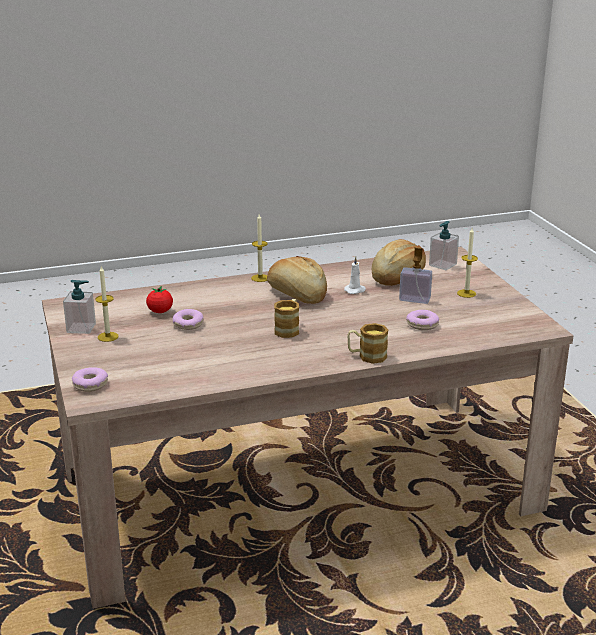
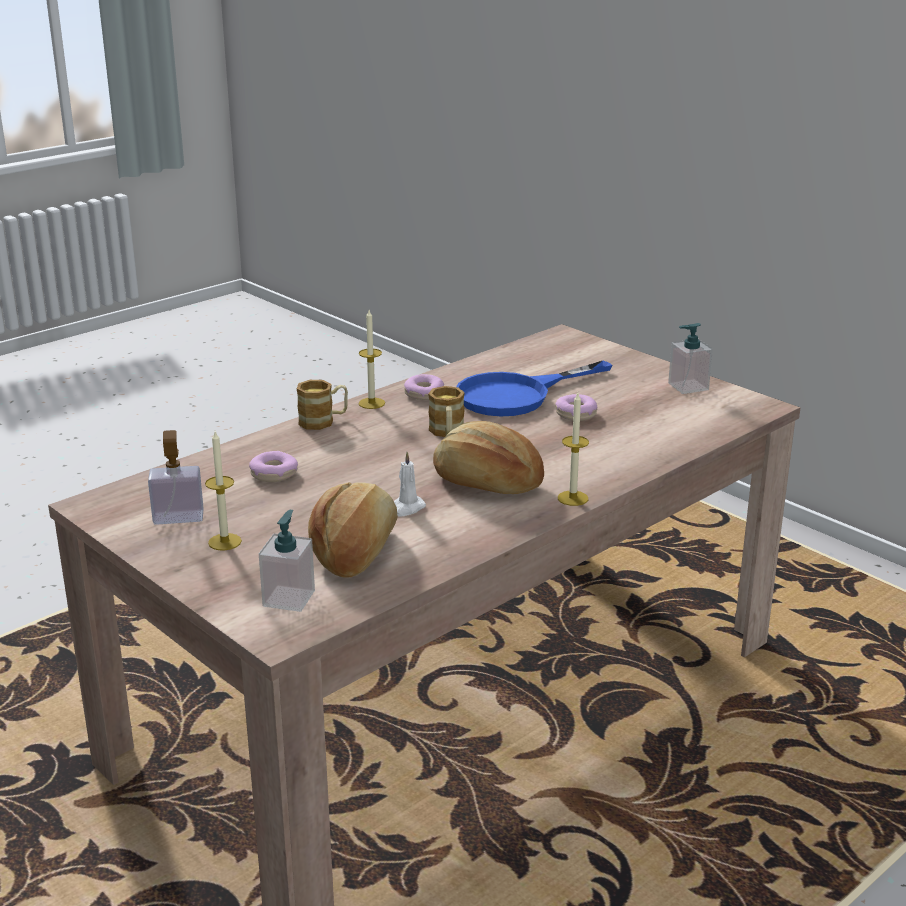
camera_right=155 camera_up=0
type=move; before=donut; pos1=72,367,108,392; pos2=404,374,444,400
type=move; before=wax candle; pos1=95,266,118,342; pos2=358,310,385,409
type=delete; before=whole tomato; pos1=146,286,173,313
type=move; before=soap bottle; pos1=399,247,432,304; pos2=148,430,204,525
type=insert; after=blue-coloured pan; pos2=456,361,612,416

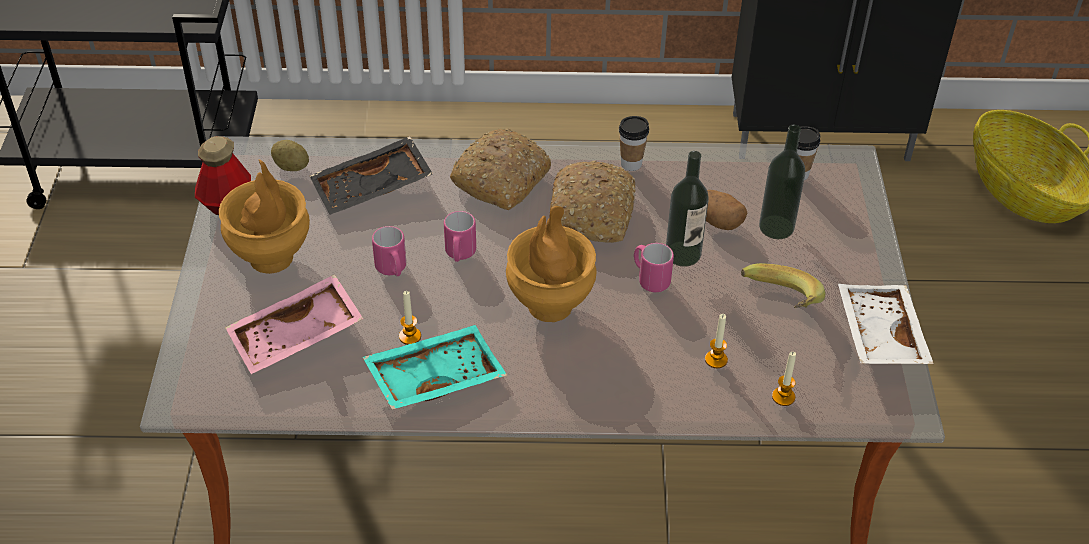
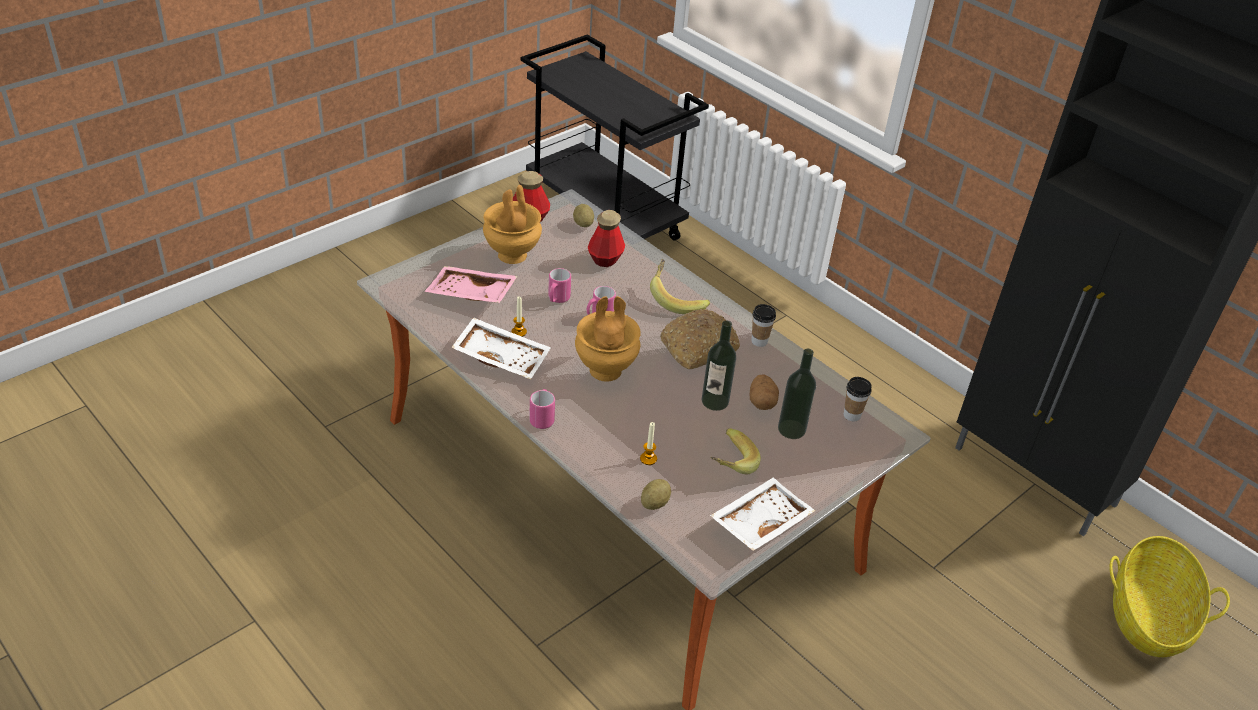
camera_right=45 camera_up=-5
type=replace; before=blackish tray; after=beverage bottle; pos1=310,136,433,215; pos2=588,210,625,267
type=recolor; before=turquoise-coloured tray; after=whitish tray; pos1=363,325,507,410; pos2=451,317,551,380
type=replace; before=bakery bread; after=banana fruit; pos1=450,128,551,210; pos2=650,259,710,314
type=move; before=pinkish mug; pos1=634,243,674,292; pos2=529,389,555,429
type=replace; before=wax candle; after=potato; pos1=772,352,796,406; pos2=641,479,671,510

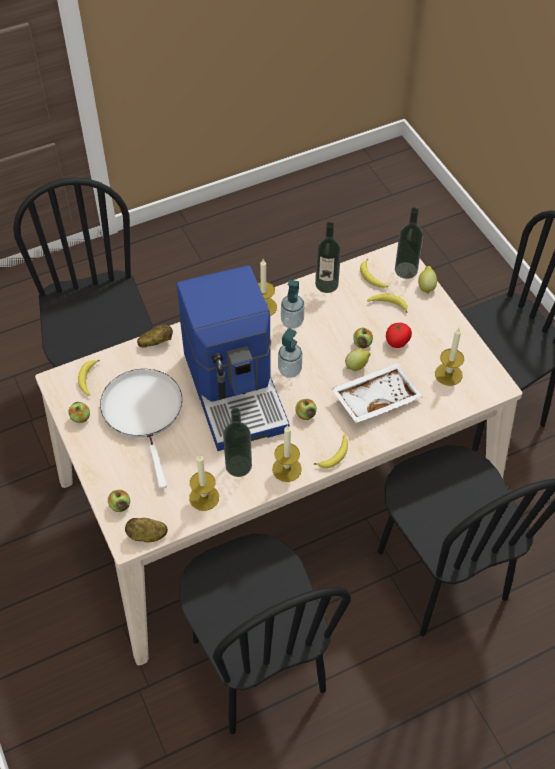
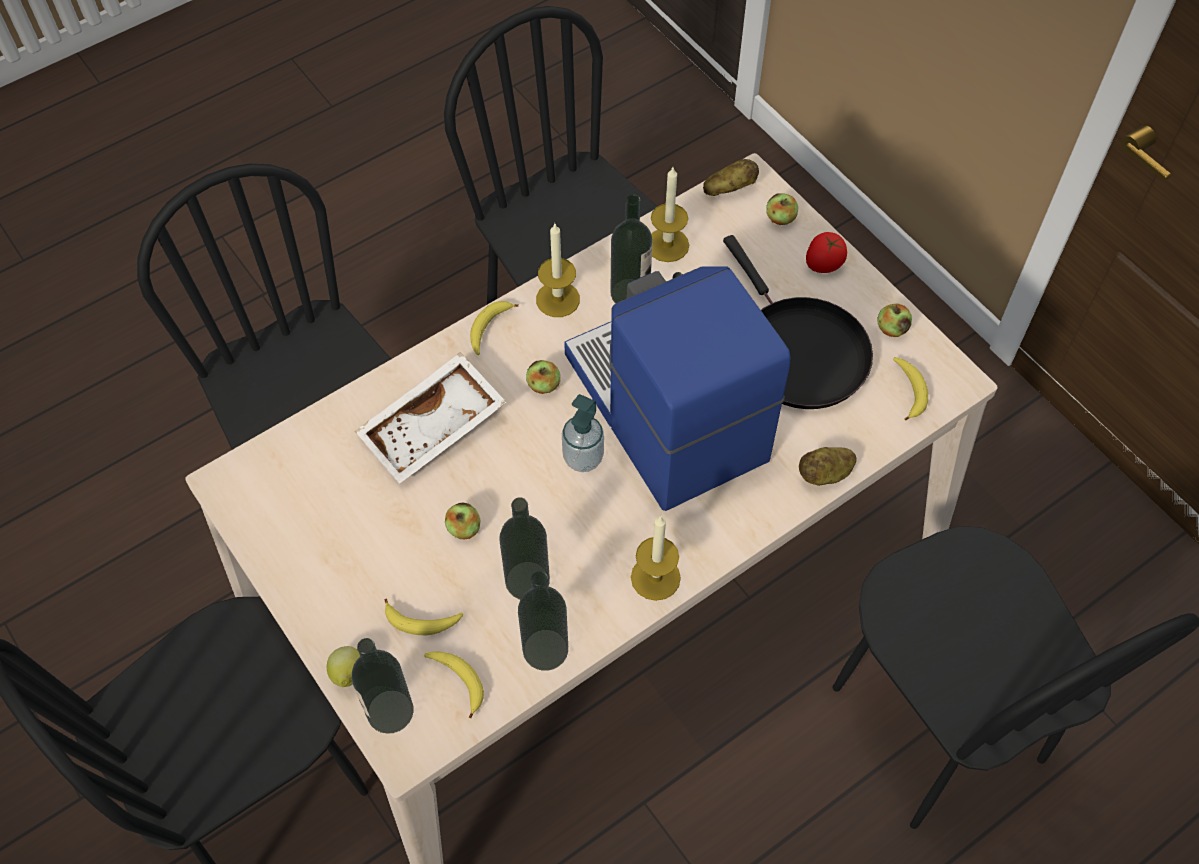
camera_right=170 camera_up=5
type=recolor; before=whitish pan; after=blackish pan; pos1=100,369,183,489; pos2=723,235,873,409
type=delete; before=soap bottle; pos1=281,280,304,329
type=delete; before=citrus fruit; pos1=345,349,371,371
type=move; before=whole tomato; pos1=386,323,412,348; pos2=806,232,847,273
type=delete; before=wax candle; pos1=435,328,464,386
type=insert; after=beverage bottle; pos2=499,497,550,600

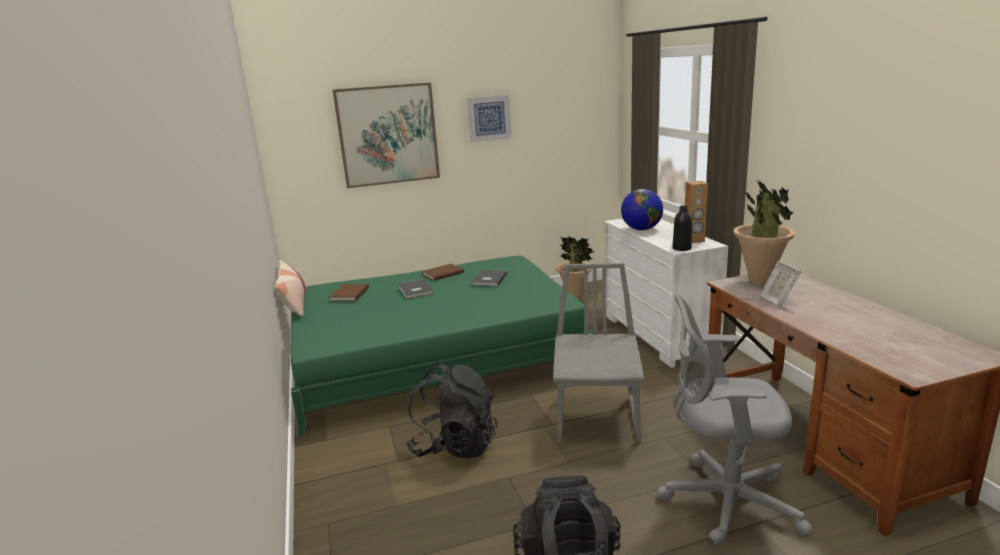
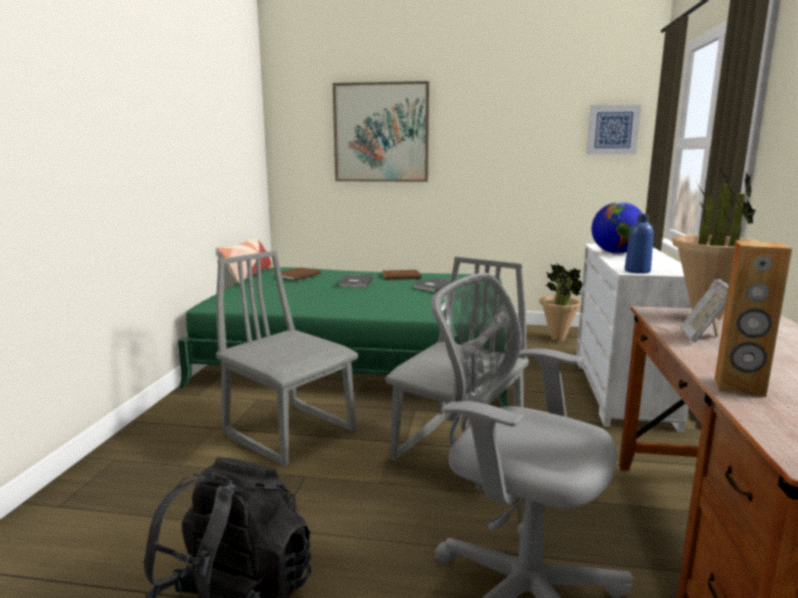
camera_right=25 camera_up=-5
type=replace; before=blackish rucksack; after=grey upright chair; pos1=406,363,498,458; pos2=216,250,358,467
type=move; before=picture; pos1=467,95,511,142; pos2=587,105,641,154
type=recolor; before=blackish beverage bottle; after=blue-coloured beverage bottle; pos1=673,206,692,251; pos2=625,214,654,274
type=move; before=brownish speaker; pos1=685,181,708,243; pos2=715,240,792,397

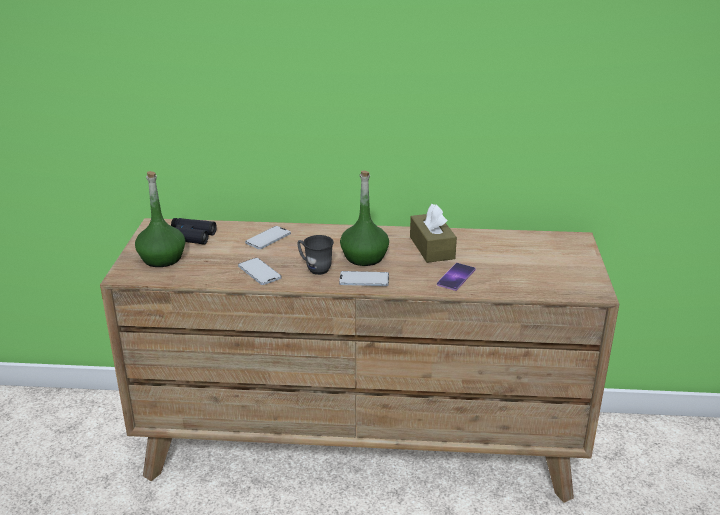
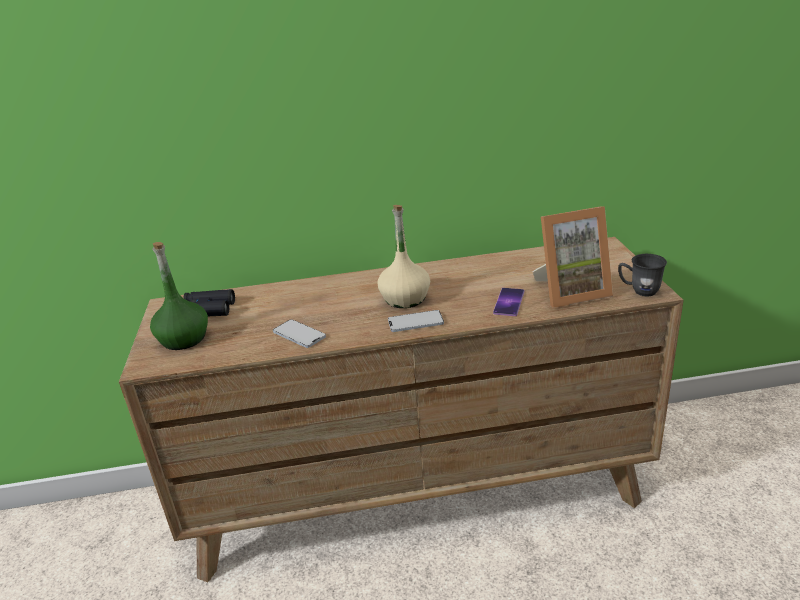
camera_right=-10 camera_up=0
type=delete; before=handset; pos1=245,226,291,249
type=move; before=grey mug; pos1=297,235,334,275; pos2=618,254,667,296
type=recolor; before=greenish beverage bottle; after=beige beverage bottle; pos1=340,171,389,266; pos2=378,205,430,308
type=delete; before=brownish box of tissues; pos1=410,204,457,263
type=insert; after=picture frame; pos2=532,206,613,308

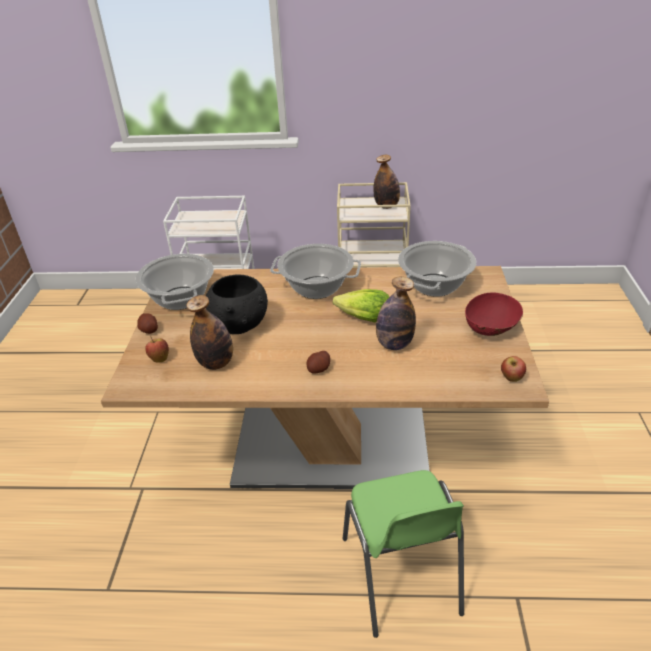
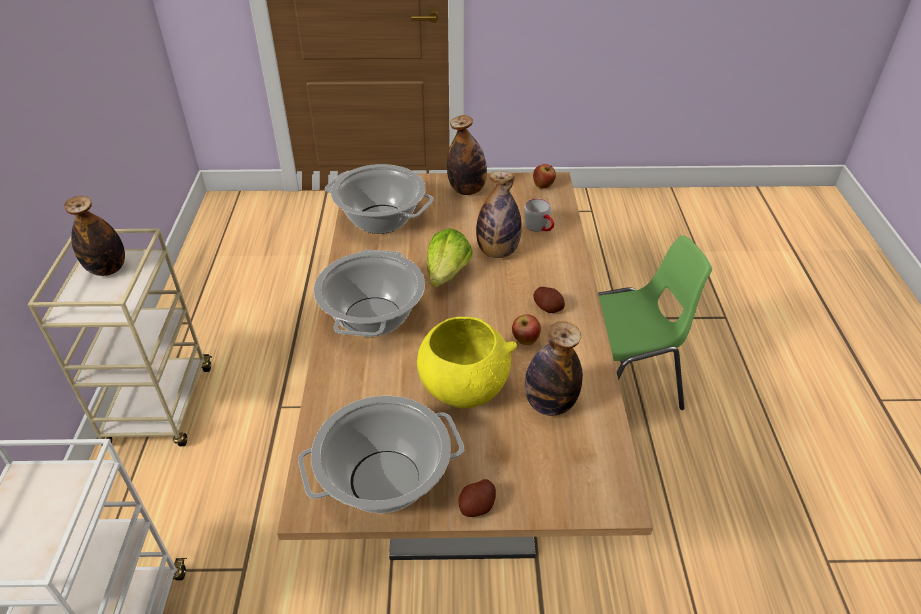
camera_right=-95 camera_up=5
type=move; before=whole apple; pos1=145,337,169,363; pos2=512,315,541,345
type=recolor; before=blackish bowl; after=yellow-coloured bowl; pos1=206,275,268,334; pos2=417,317,517,408
type=replace; before=red-coloured bowl; after=beverage bottle; pos1=465,292,523,336; pos2=447,115,487,195
type=insert; after=grey mug; pos2=524,198,554,232

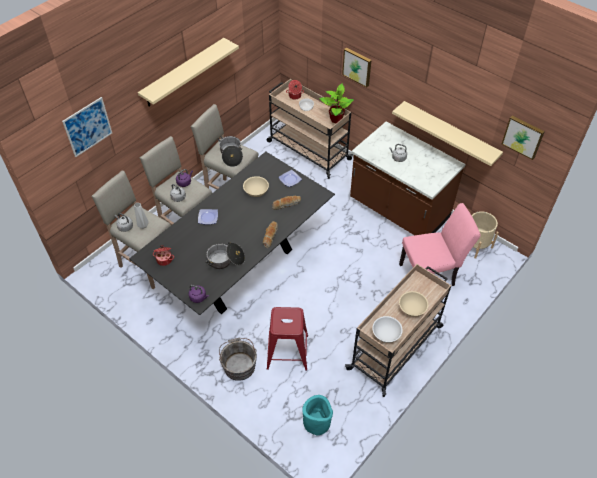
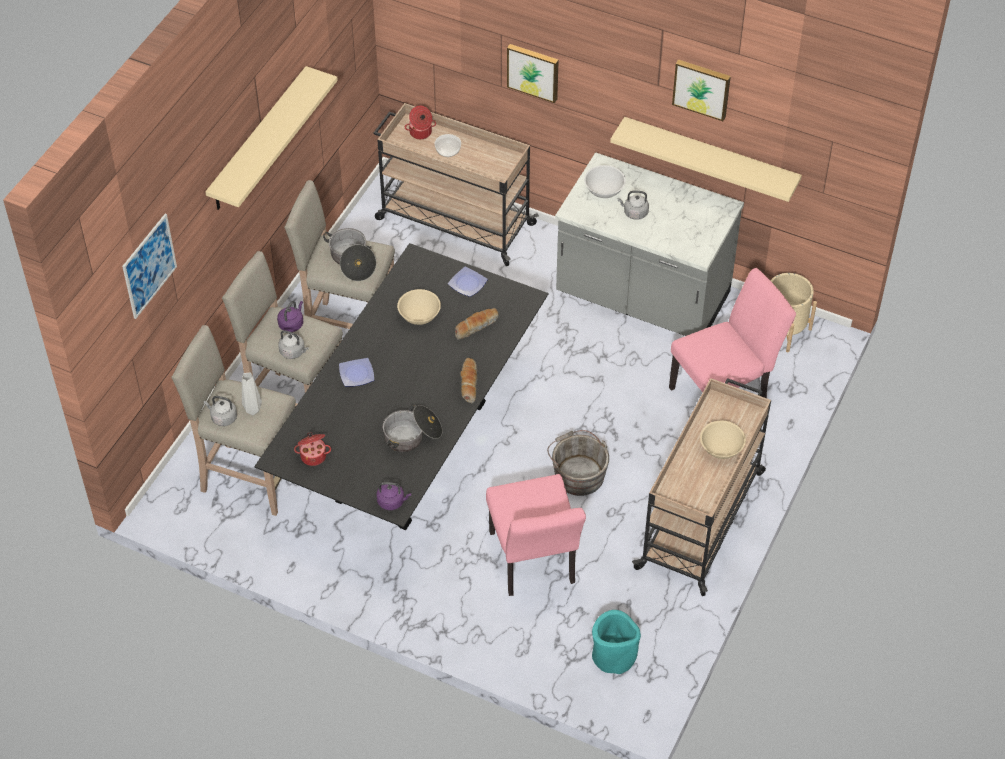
camera_right=-15 camera_up=0
type=move; before=grey bucket; pos1=219,338,257,381; pos2=547,430,609,496
type=replace; before=red-coloured stool seat; after=pinkish upright chair; pos1=267,307,308,371; pos2=486,474,586,596
type=delete; before=plant in a pot; pos1=320,83,354,123
type=recolor; before=brownish kitchen counter; after=grey kitchen counter; pos1=350,122,466,235; pos2=555,152,744,336
type=move; before=whitish bowl; pos1=372,316,403,343; pos2=584,165,626,198
type=move; before=picture; pos1=502,116,545,160; pos2=672,59,731,121

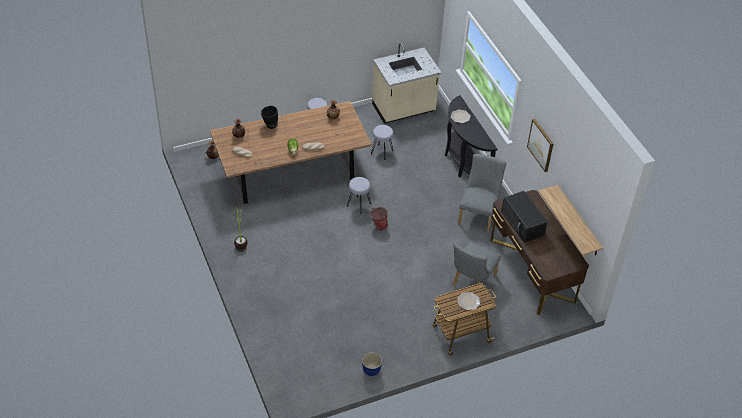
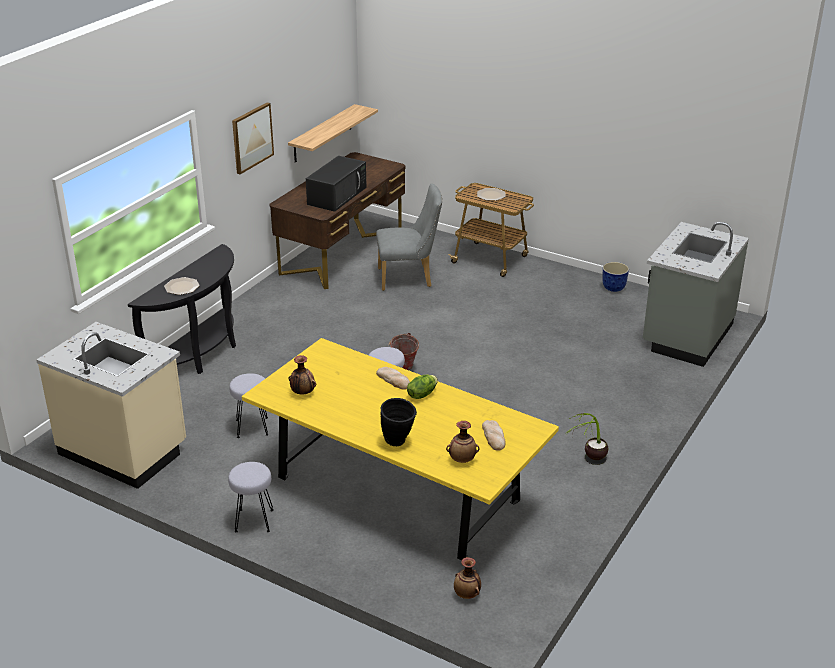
camera_right=-125 camera_up=-15
type=recolor; before=brownish kitchen table; after=yellow-coloured kitchen table; pos1=210,101,372,204; pos2=242,338,559,560
type=delete; before=grey upright chair; pos1=458,154,507,233
type=insert; after=grey kitchen counter; pos2=643,222,749,367

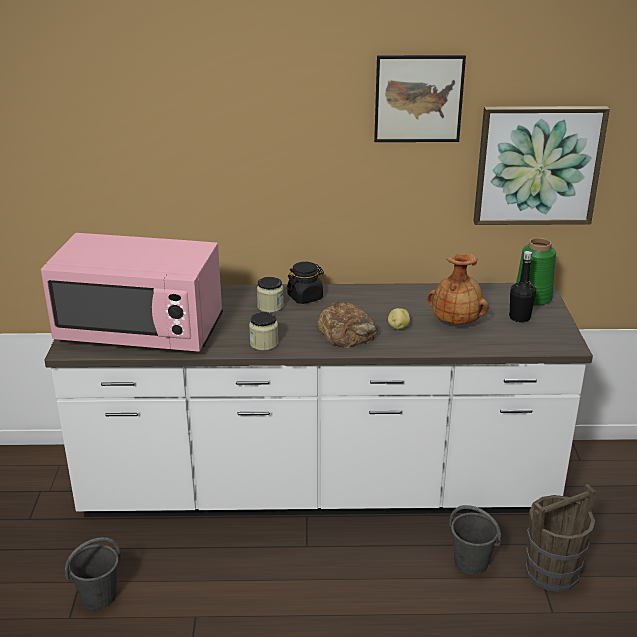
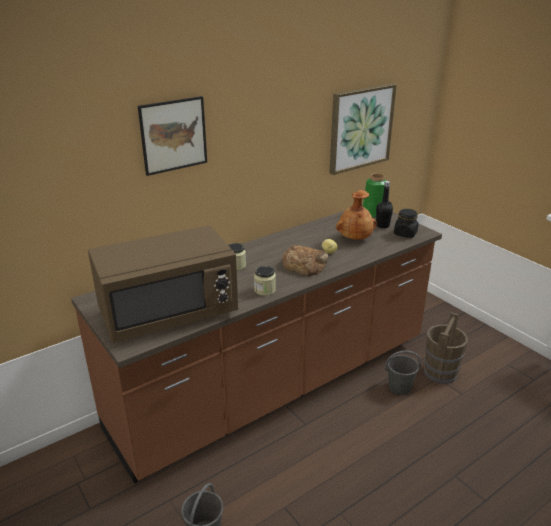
camera_right=-35 camera_up=0
type=recolor; before=pinkish kitchen microwave; after=brownish kitchen microwave; pos1=41,233,223,352; pos2=88,225,238,343
type=recolor; before=whitish kitchen counter; after=brownish kitchen counter; pos1=44,283,593,517; pos2=71,205,442,484
type=move; before=blackish storage jar; pos1=287,262,324,304; pos2=394,209,418,238
type=move; before=picture; pos1=374,55,466,142; pos2=138,96,207,176

